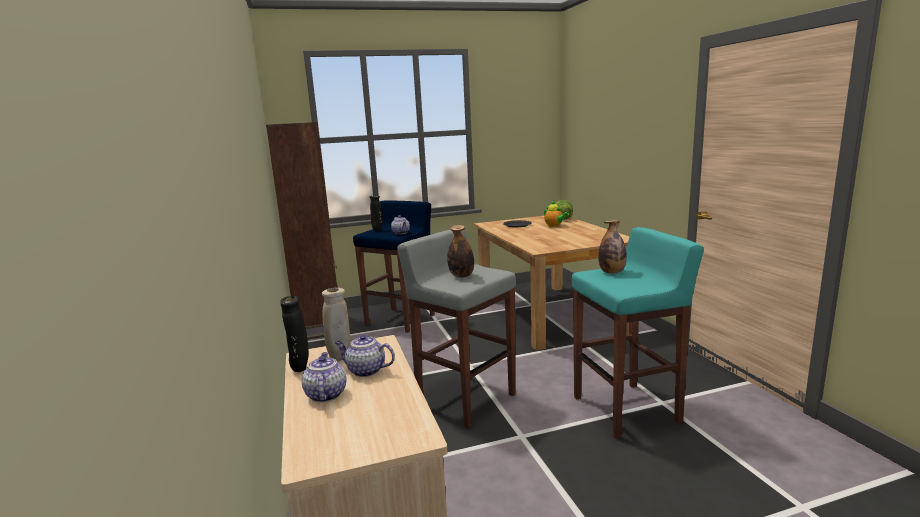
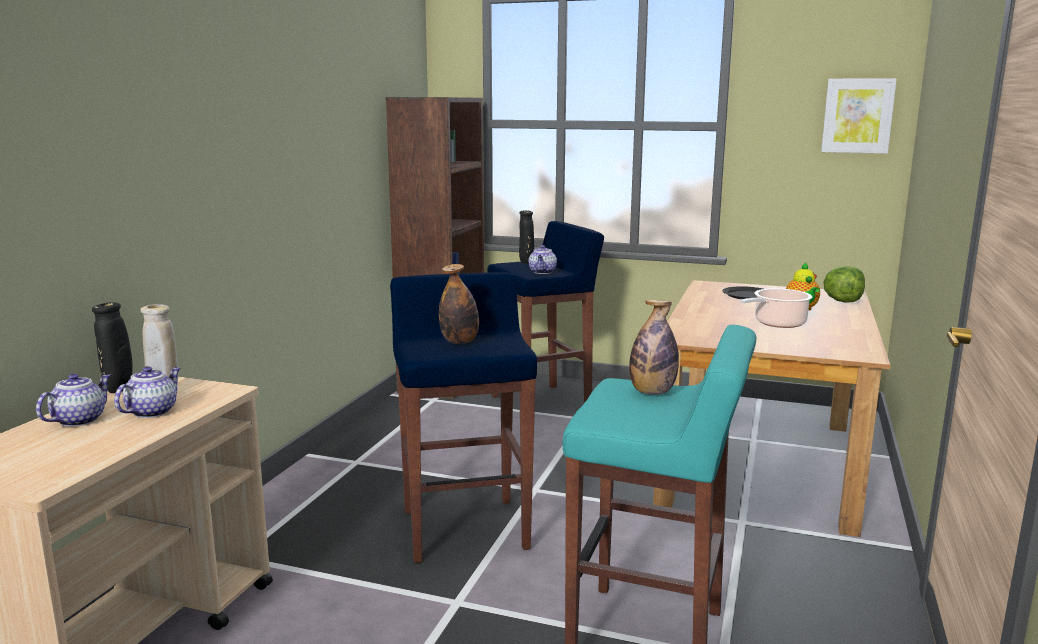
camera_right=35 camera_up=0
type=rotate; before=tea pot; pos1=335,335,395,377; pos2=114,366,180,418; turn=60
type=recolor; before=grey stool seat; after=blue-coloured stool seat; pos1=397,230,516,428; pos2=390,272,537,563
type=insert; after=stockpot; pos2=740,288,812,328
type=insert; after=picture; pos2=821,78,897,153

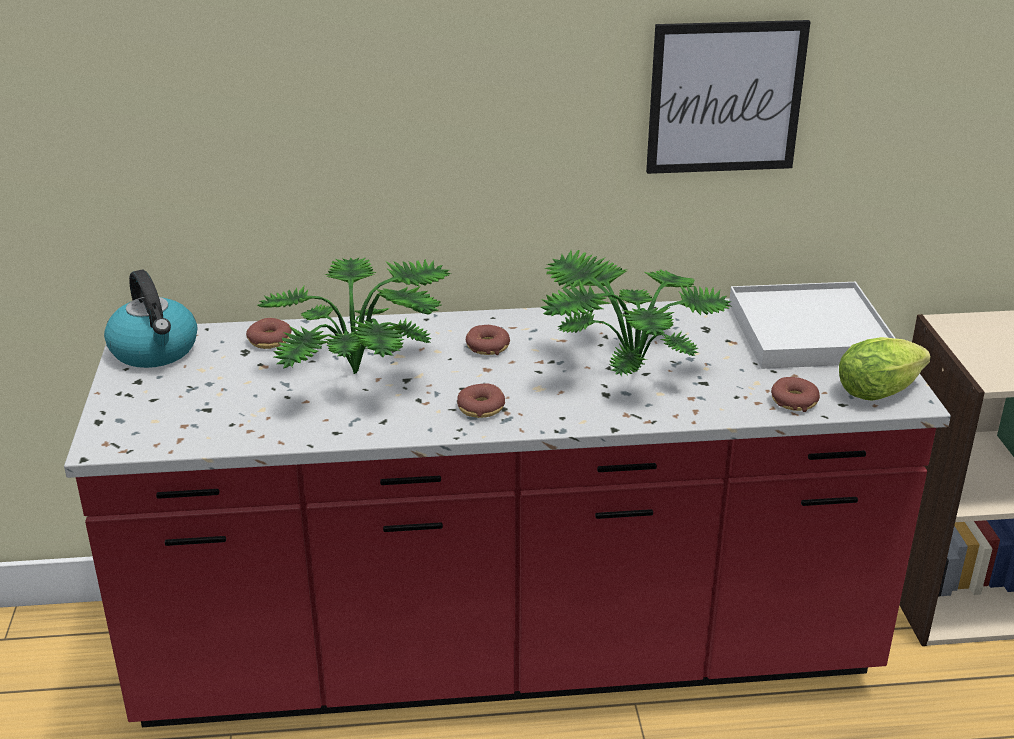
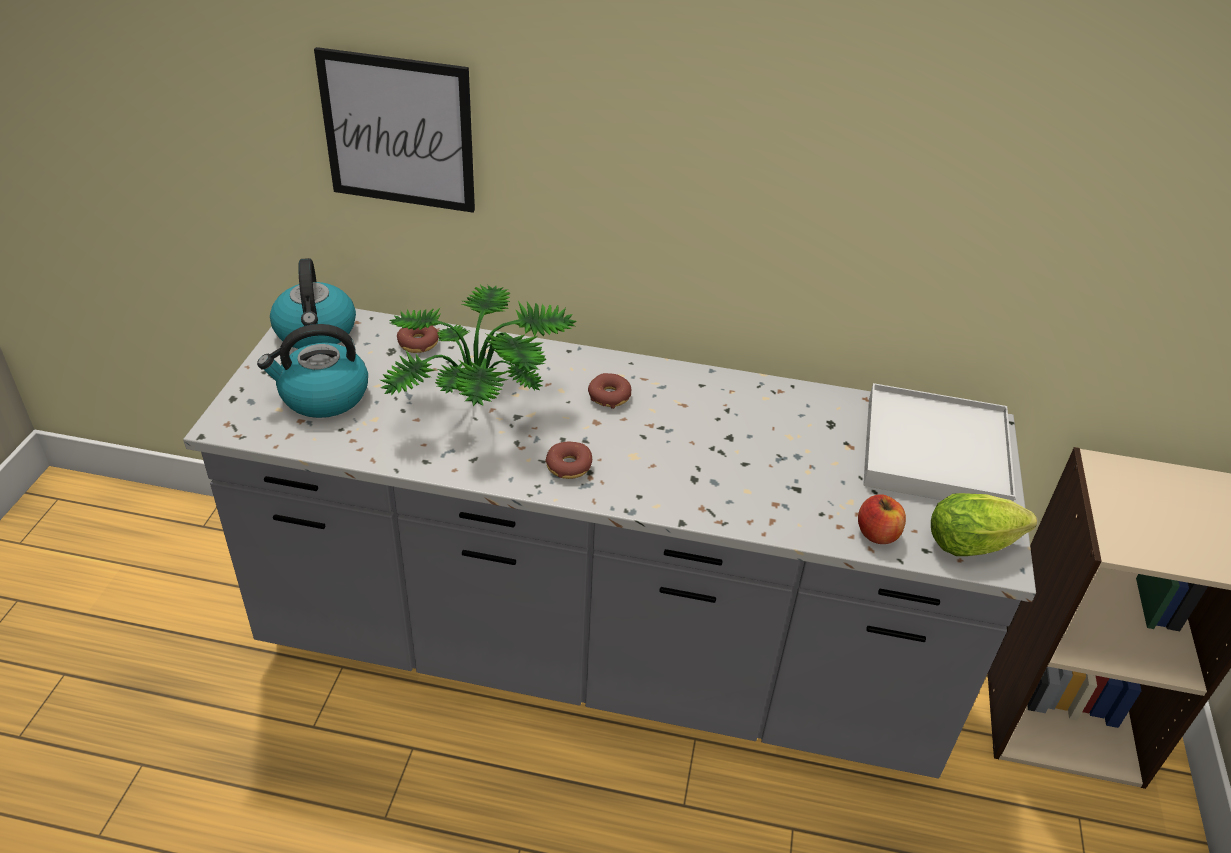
camera_right=15 camera_up=10
type=recolor; before=red-coloured kitchen counter; after=grey kitchen counter; pos1=64,298,951,727; pos2=183,308,1036,778
type=delete; before=plant in a pot; pos1=540,250,731,377
type=move; before=picture; pos1=646,20,811,174; pos2=314,47,475,213
type=replace; before=donut; after=whole apple; pos1=771,377,820,412; pos2=858,494,906,544
type=insert; after=water kettle; pos2=257,324,368,418

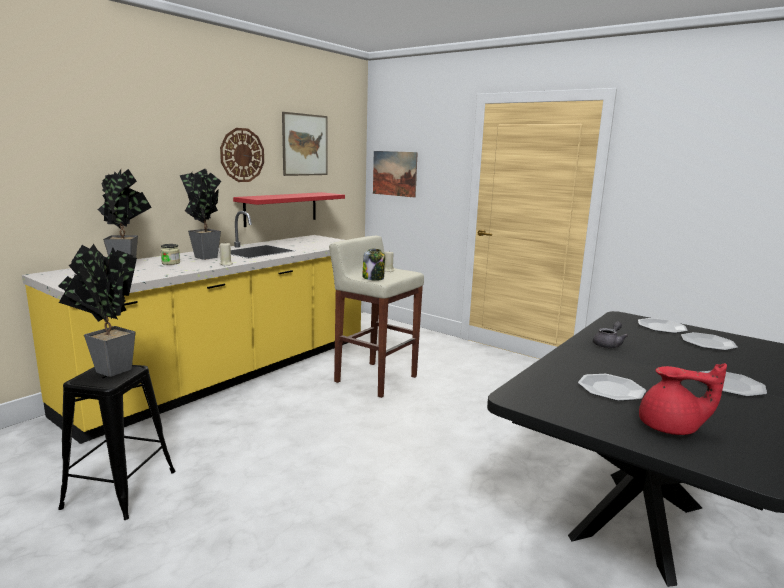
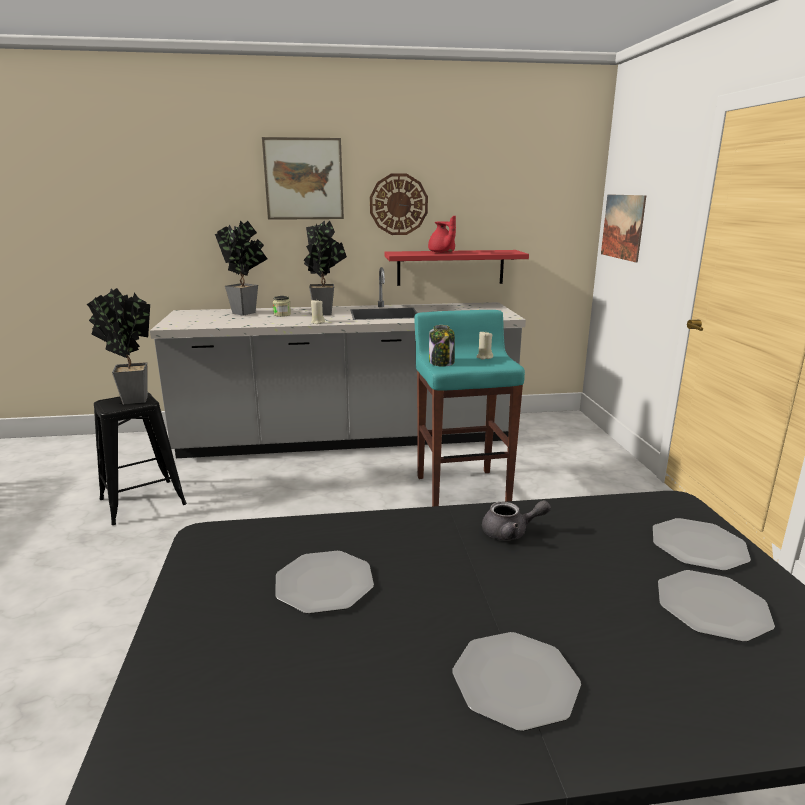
camera_right=45 camera_up=5
type=recolor; before=yellow-coloured kitchen counter; after=grey kitchen counter; pos1=22,211,361,444; pos2=150,267,526,458
type=move; before=picture; pos1=282,112,328,176; pos2=262,137,344,220
type=recolor; before=beige stool seat; after=turquoise-coloured stool seat; pos1=329,236,424,398; pos2=414,310,525,507
type=move; before=red-coloured tea pot; pos1=639,363,727,435; pos2=428,216,456,253

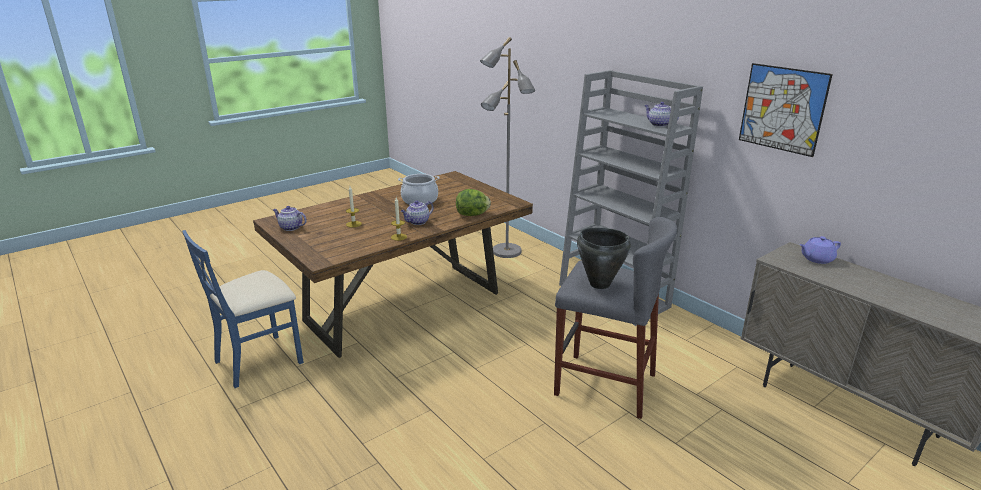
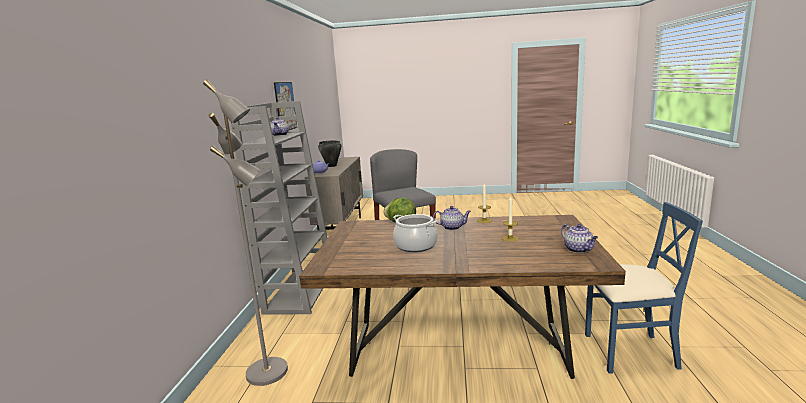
camera_right=-135 camera_up=-10
type=move; before=blackish stockpot; pos1=577,228,631,289; pos2=318,141,341,167

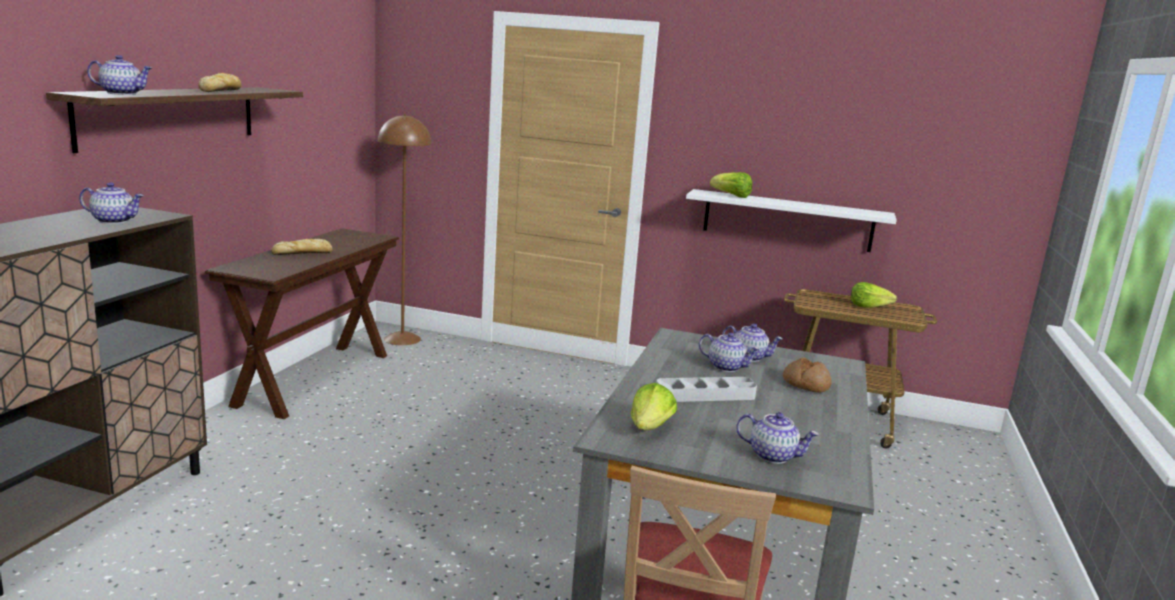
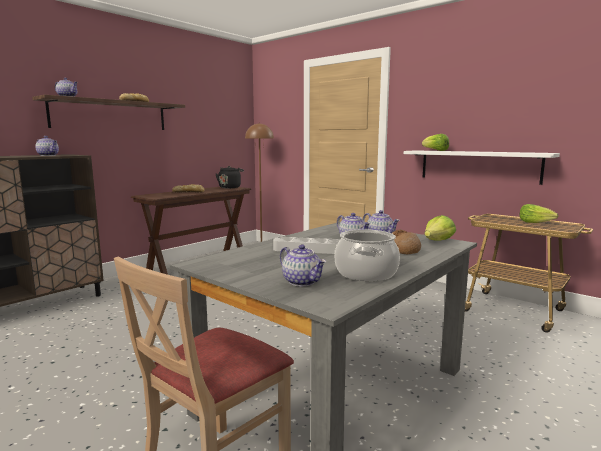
camera_right=25 camera_up=-5
type=move; before=lettuce; pos1=631,383,677,430; pos2=425,215,456,241
type=insert; after=blackish water kettle; pos2=215,166,244,188
type=insert; after=stockpot; pos2=335,229,400,281

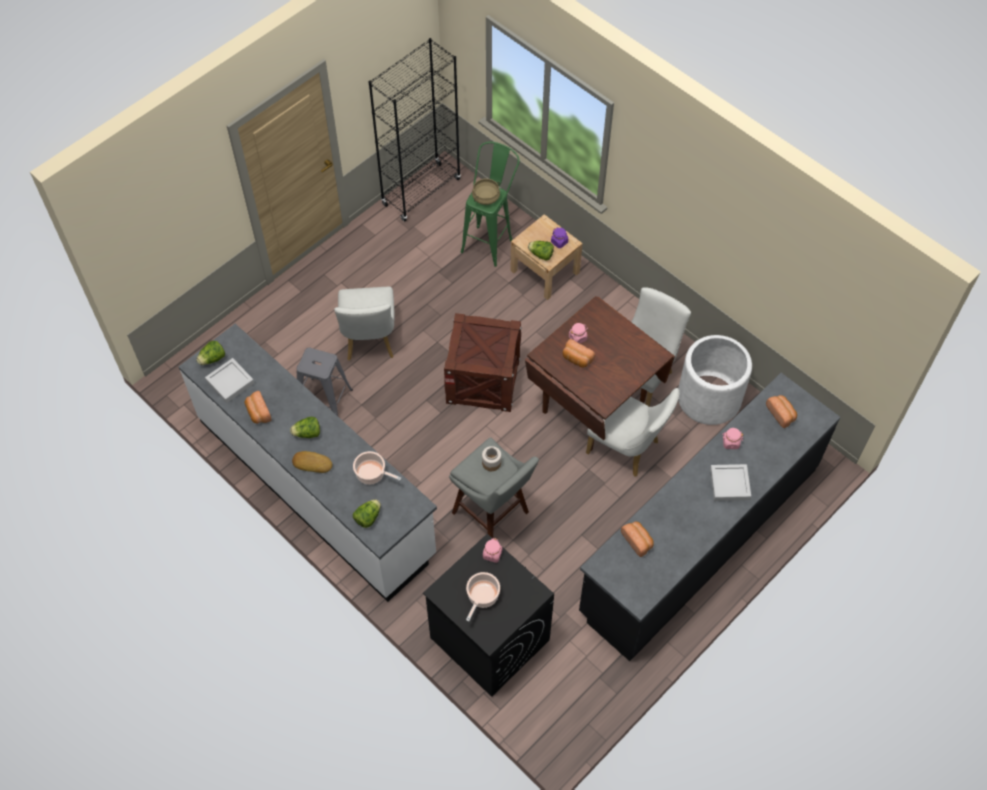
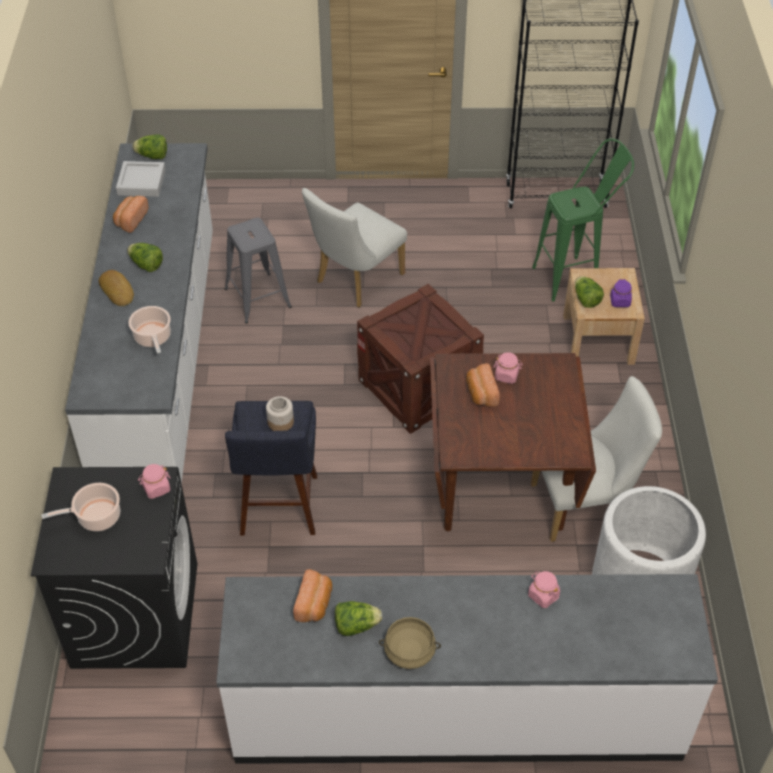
camera_right=45 camera_up=-10
type=move; before=lettuce; pos1=353,499,381,528; pos2=335,601,382,636
type=recolor; before=grey stool seat; after=blue-coloured stool seat; pos1=449,437,539,538; pos2=225,401,317,536
type=move; before=beige stockpot; pos1=472,179,500,205; pos2=379,617,441,669
type=recolor; before=blackish kitchen counter; after=whitish kitchen counter; pos1=579,373,840,661; pos2=216,574,718,764
type=delete; before=whitish upright chair; pos1=586,388,680,477
type=delete; before=grey tray; pos1=710,464,751,501
type=delete; before=bakery bread; pos1=766,395,797,428

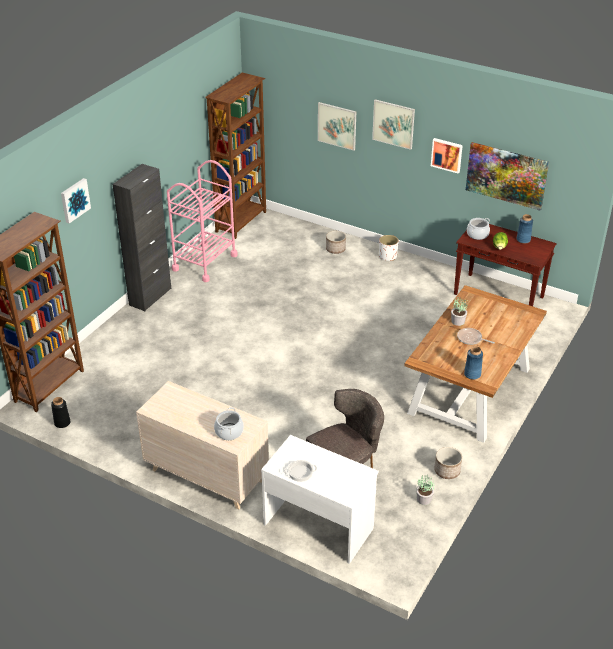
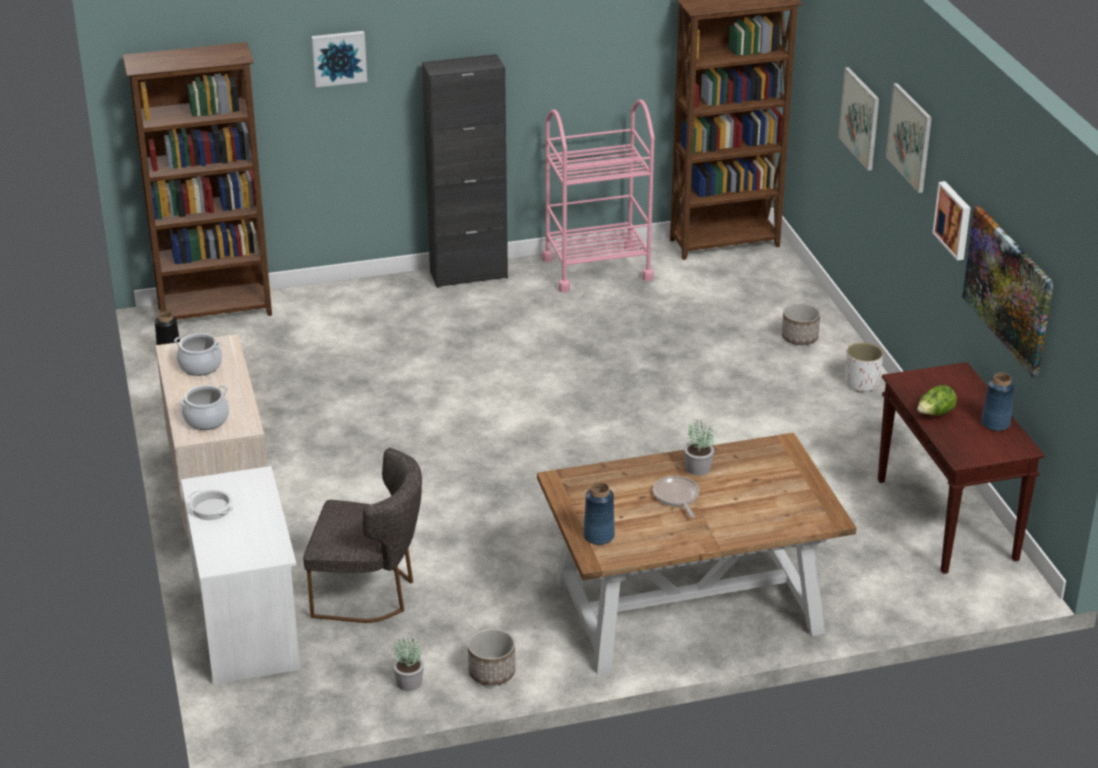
camera_right=45 camera_up=-5
type=move; before=stockpot; pos1=467,218,490,240; pos2=174,333,222,376

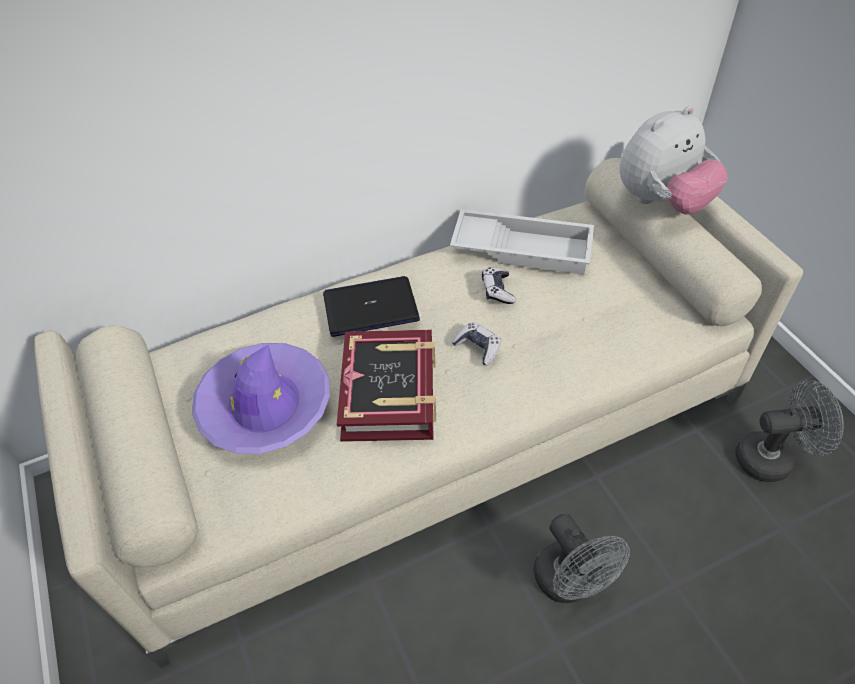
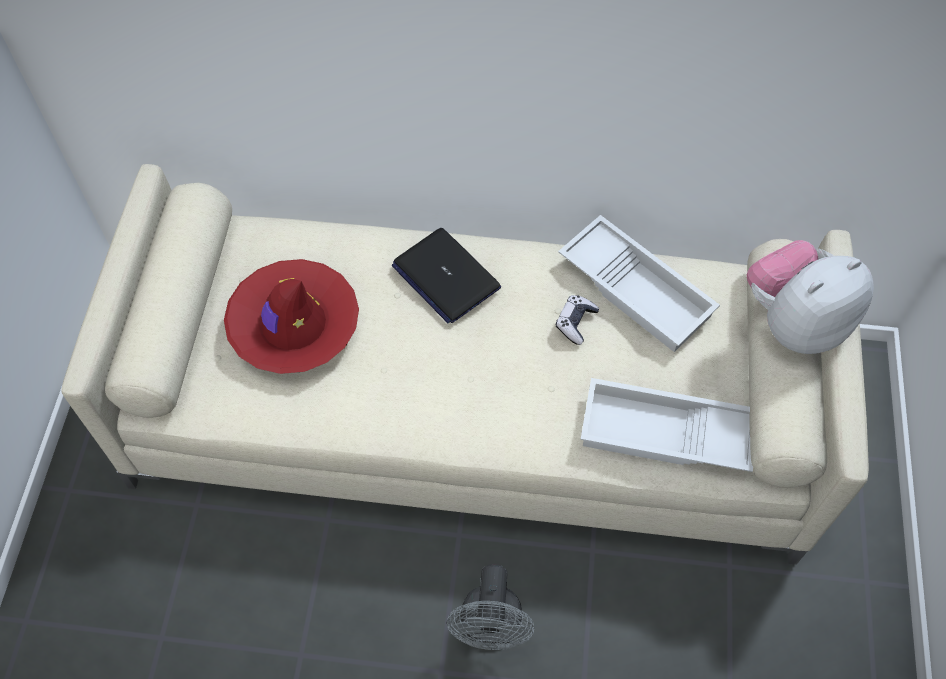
camera_right=30 camera_up=10
type=recolor; before=purple clothing hat; after=red-coloured clothing hat; pos1=192,343,330,454; pos2=224,259,359,374
type=rotate; before=laptop; pos1=323,276,420,337; pos2=392,228,501,323; turn=-150
type=delete; before=volume; pos1=337,330,436,442
type=delete; before=joypad; pos1=452,322,502,365
type=rotate; before=soft toy; pos1=619,106,728,215; pos2=747,240,874,354; turn=150
type=delete; before=grey electric fan; pos1=735,380,844,482
type=insert; after=whitish tray; pos2=580,378,753,472

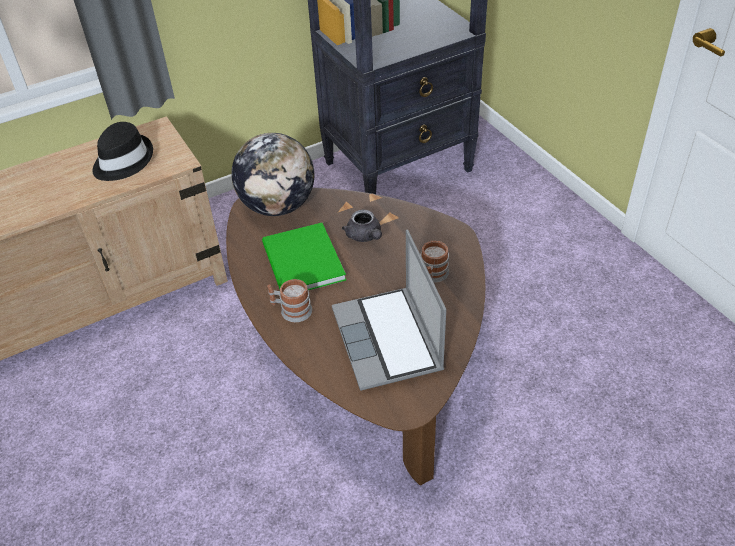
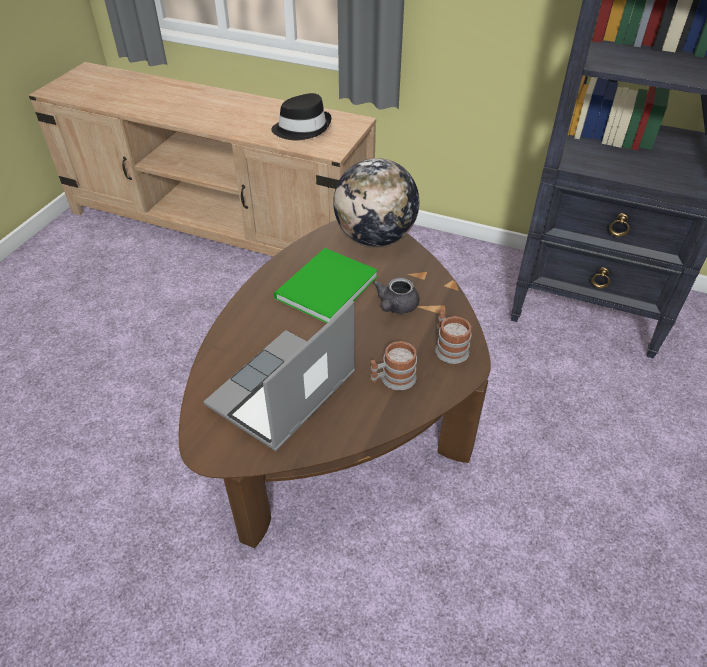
camera_right=50 camera_up=0
type=move; before=mug; pos1=267,279,312,322; pos2=435,309,471,364

